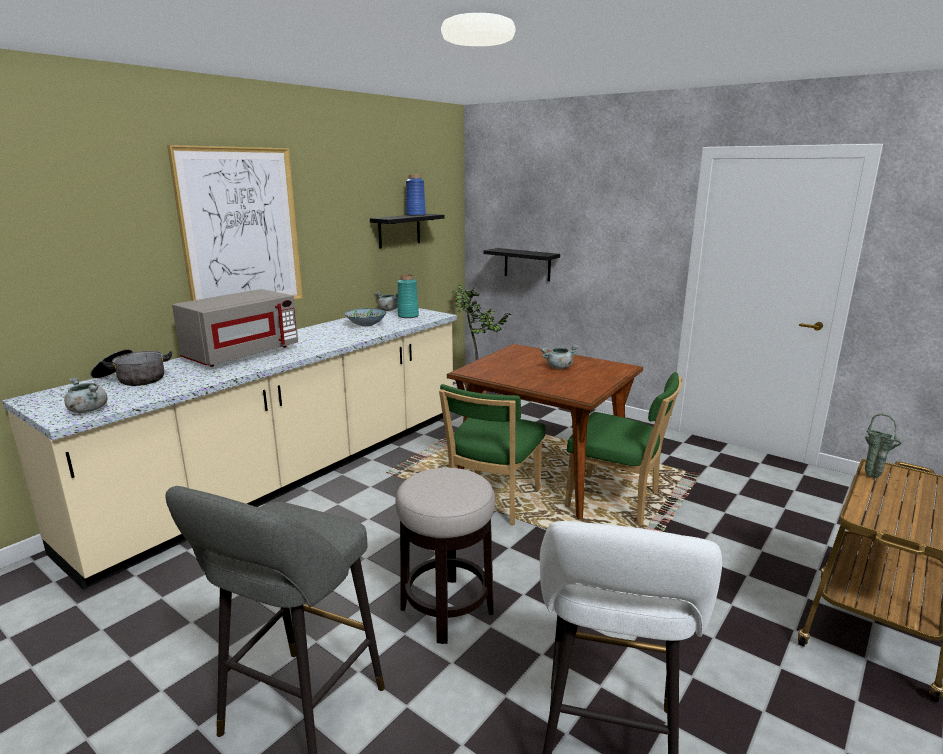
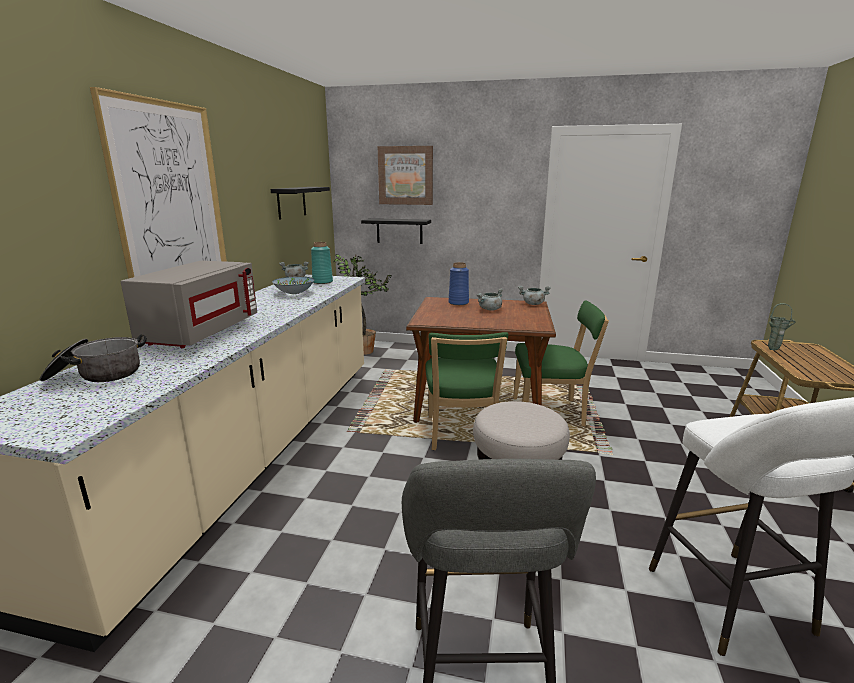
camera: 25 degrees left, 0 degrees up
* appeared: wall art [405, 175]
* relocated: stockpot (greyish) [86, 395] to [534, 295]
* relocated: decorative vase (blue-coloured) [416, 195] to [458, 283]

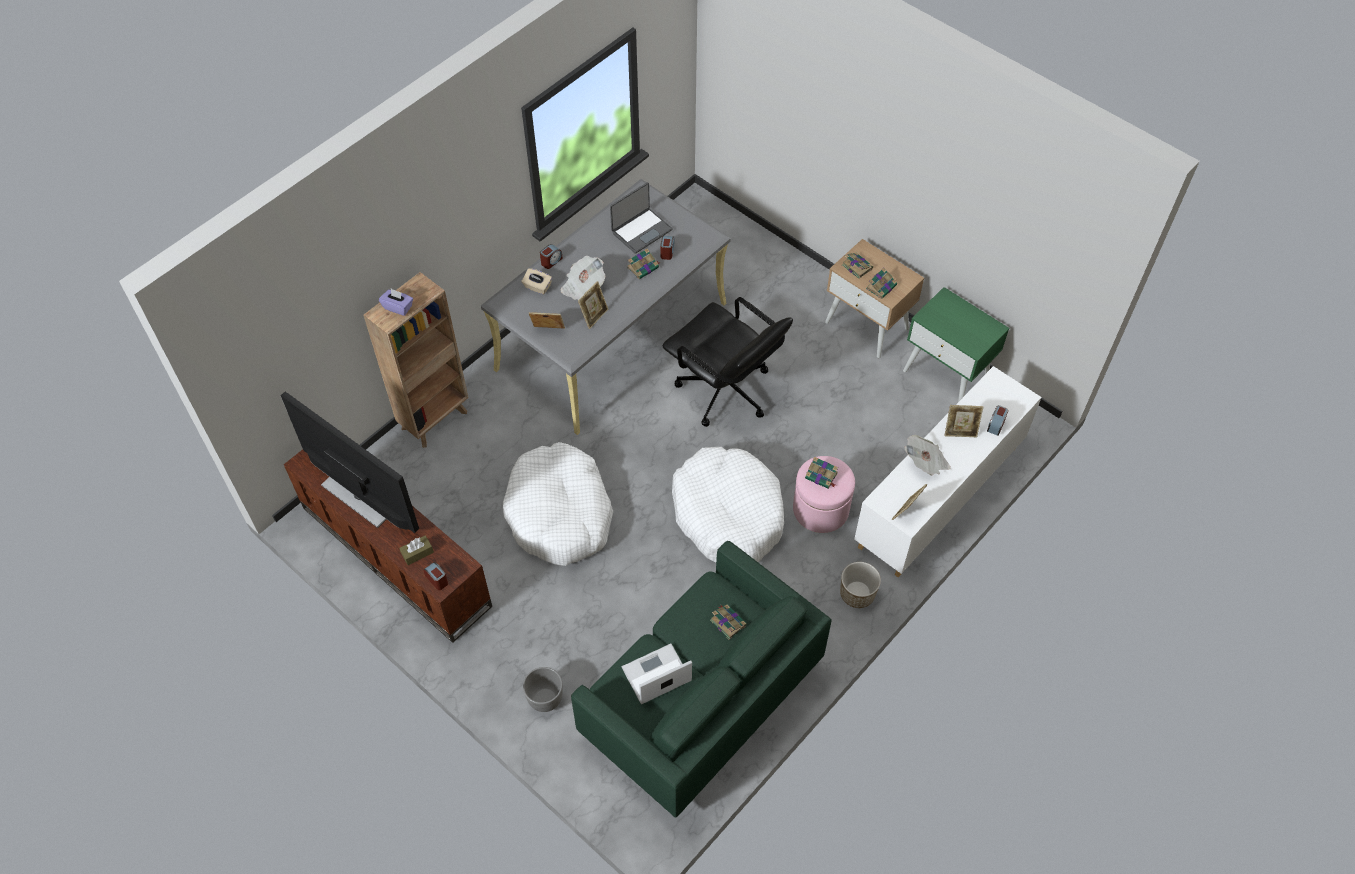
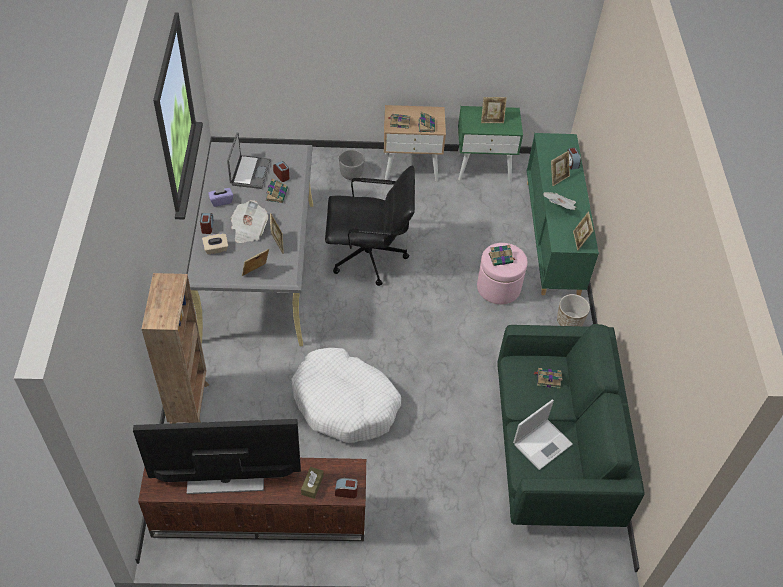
camera: 45 degrees left, 5 degrees down
* missing: dog bed (white-coloured) [728, 504]
* appeared: photo frame [494, 110]
* relocated: tissue box (purplish) [396, 302] to [220, 196]
* relocated: plant pot (greyish) [542, 689] to [352, 165]
* colour: cabinet (white-coloured) [948, 472] to cabinet (green) [563, 214]
* spun: laptop [657, 674] = [543, 434] 150 degrees counterclockwise

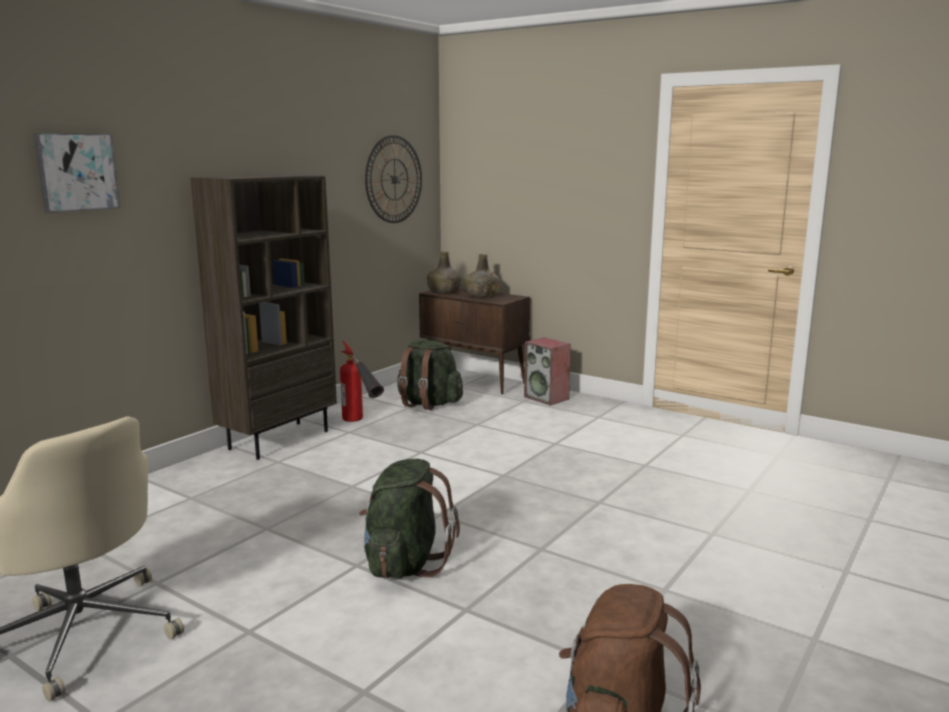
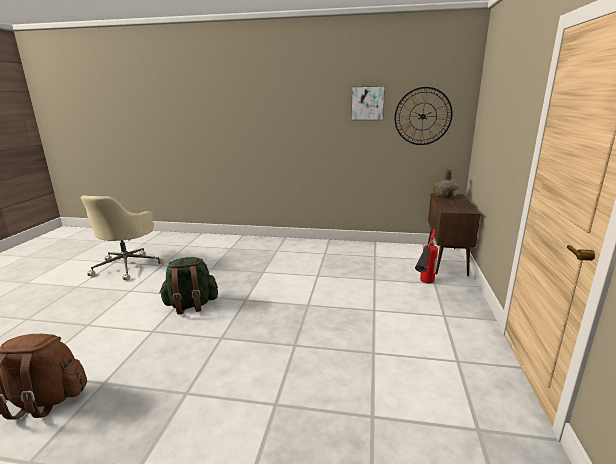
camera: 65 degrees right, 5 degrees up
* missing: bookshelf (brown-coloured) [263, 317]
* missing: backpack (green) [430, 375]
* missing: drink bottle (green) [482, 276]
* missing: audio speaker [547, 371]
* relocated: wall art [77, 173] to [368, 103]
* relocated: fire extinguisher [362, 381] to [426, 256]

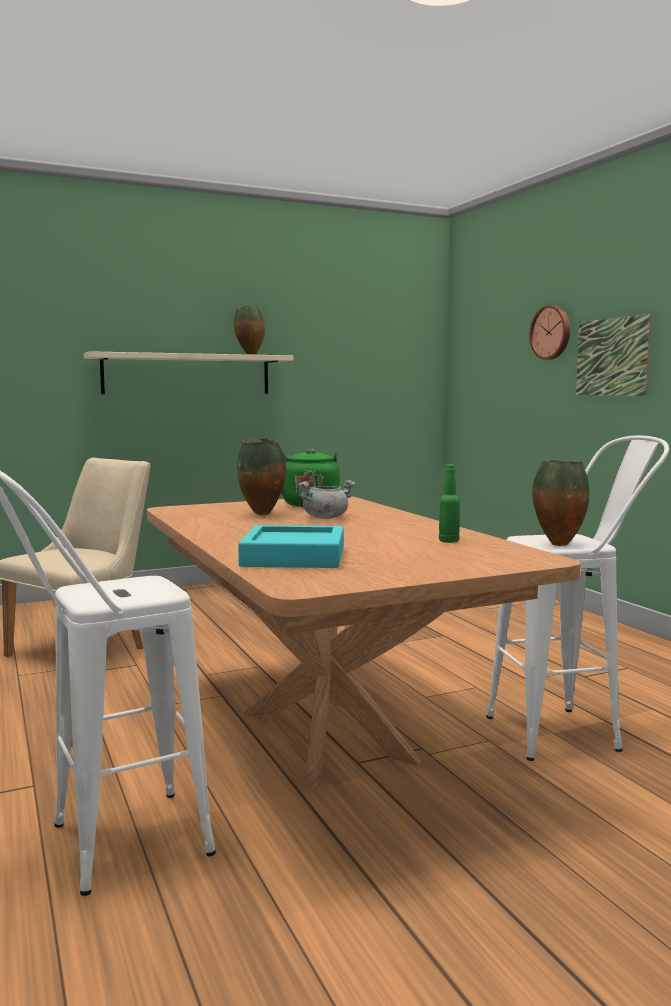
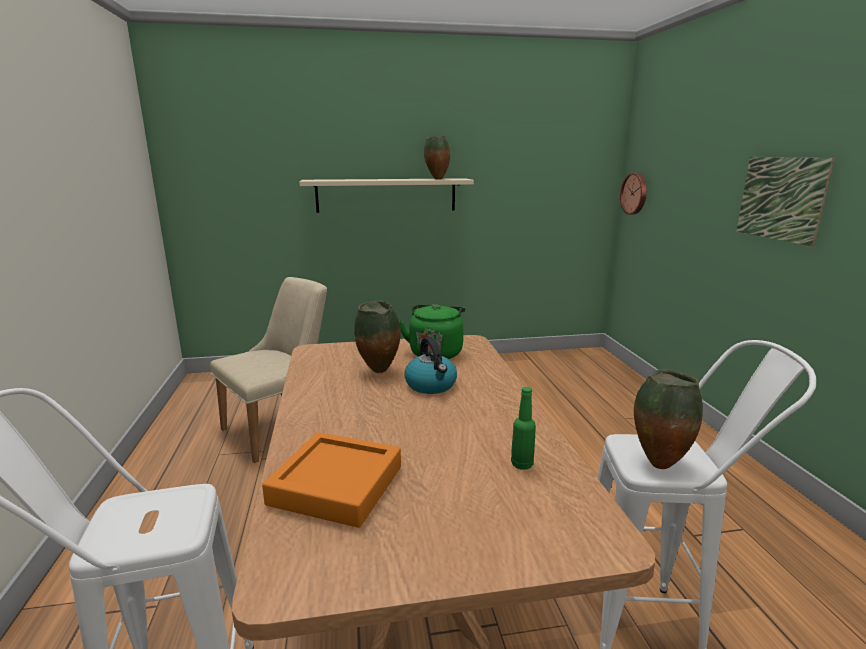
camera: 15 degrees right, 10 degrees up
* relocated: wall clock [550, 332] to [633, 194]
* exchanged: stockpot (greyish) [327, 499] to kettle [430, 365]
* colour: serving tray (blue-green) [291, 546] to serving tray (orangey) [331, 480]

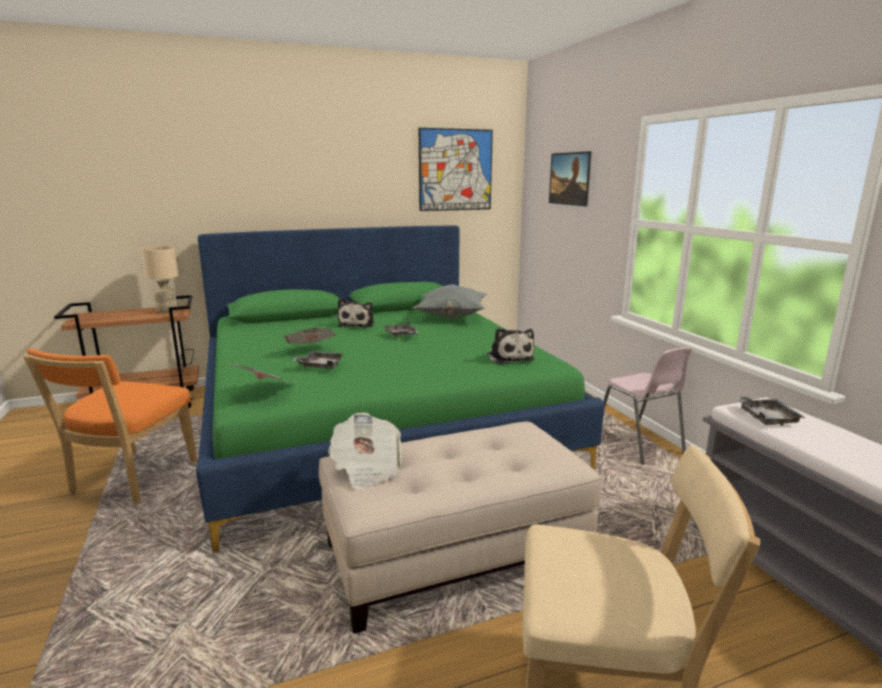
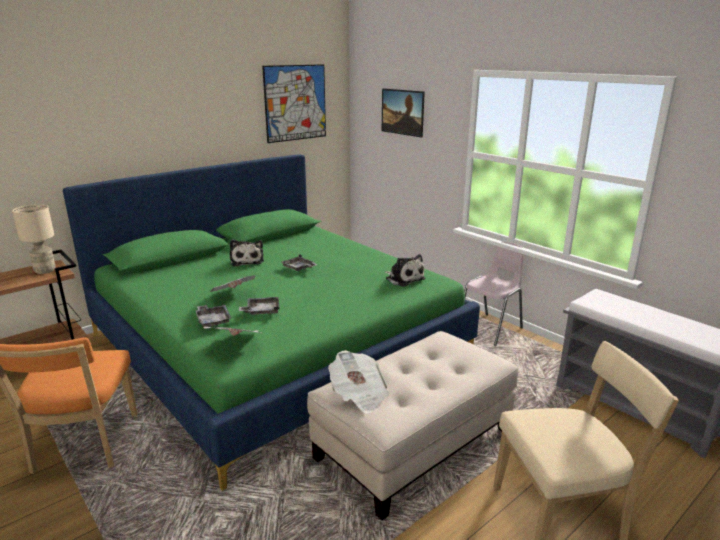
camera: 20 degrees left, 5 degrees up
* missing: pillow (greyish) [449, 301]
* relocated: serving tray (greyish) [770, 411] to [213, 316]
* spun: upright chair (pink) [647, 406] = [493, 294] 90 degrees counterclockwise

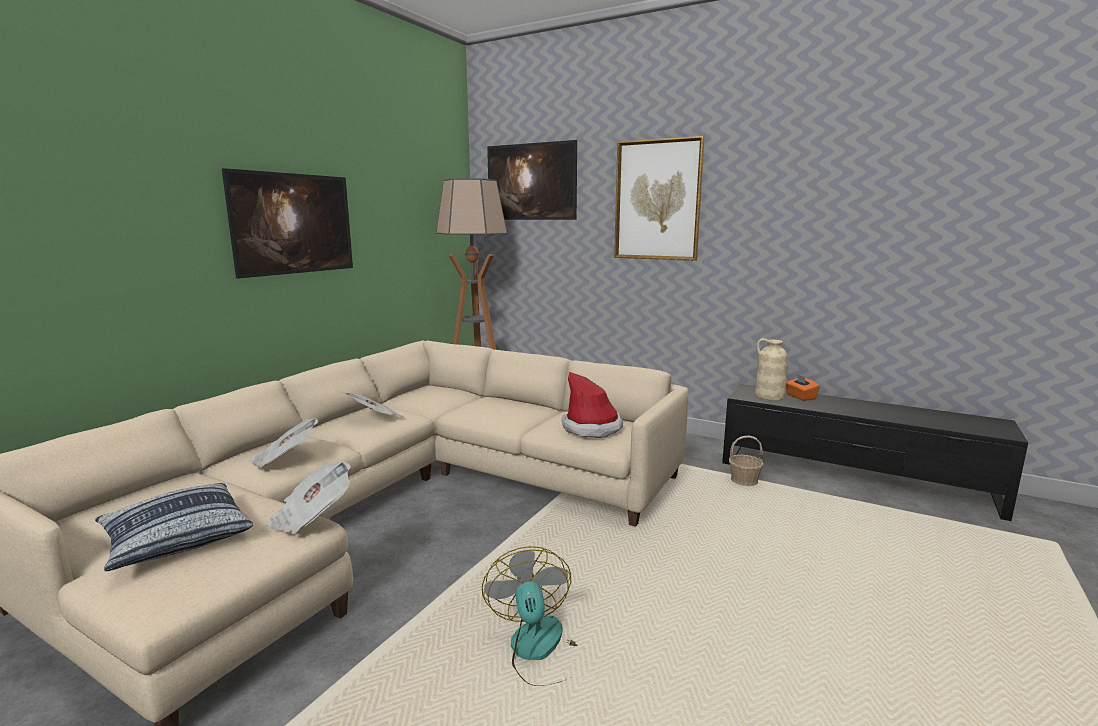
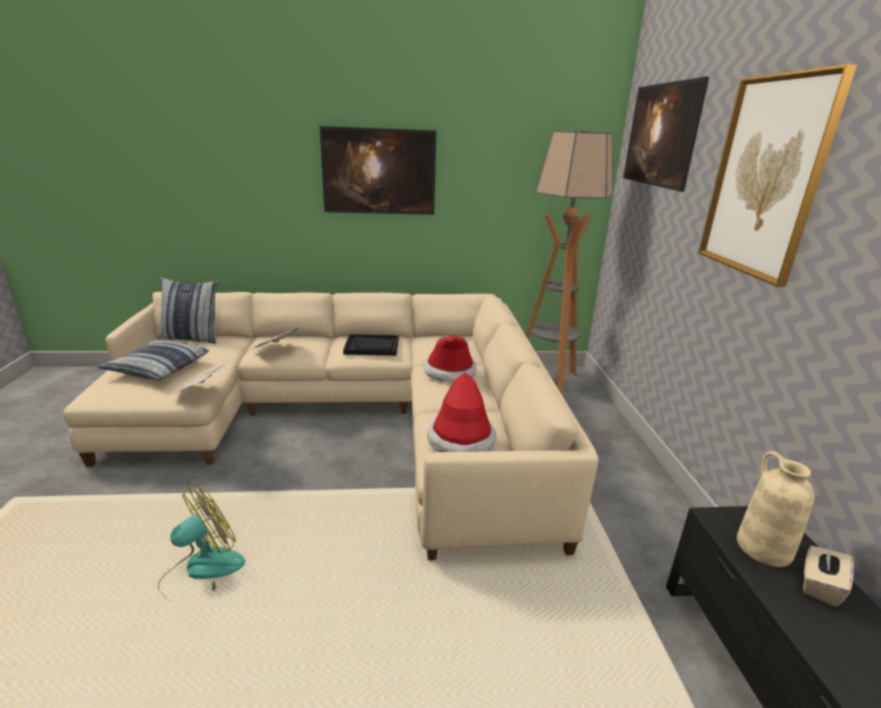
camera: 55 degrees right, 10 degrees up
* missing: household basket [746, 461]
* appeared: pillow [188, 310]
* appeared: clothing hat [450, 359]
* exchanged: daily paper [373, 404] to serving tray (black-coloured) [371, 345]
* colour: tissue box (orangey) [803, 387] to tissue box (sand-coloured) [828, 576]

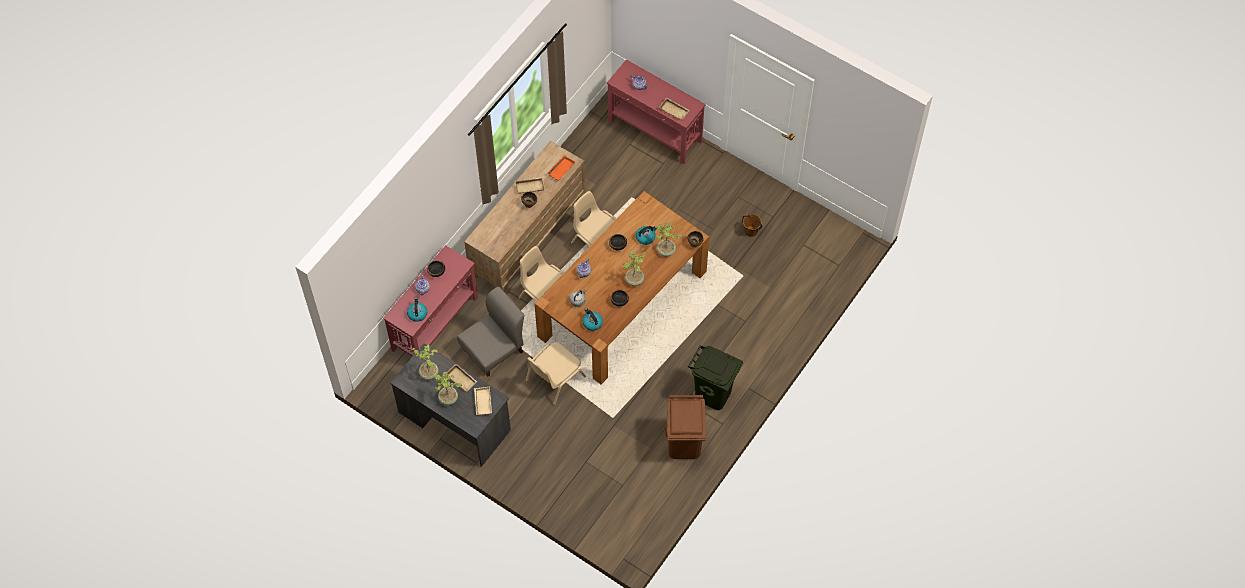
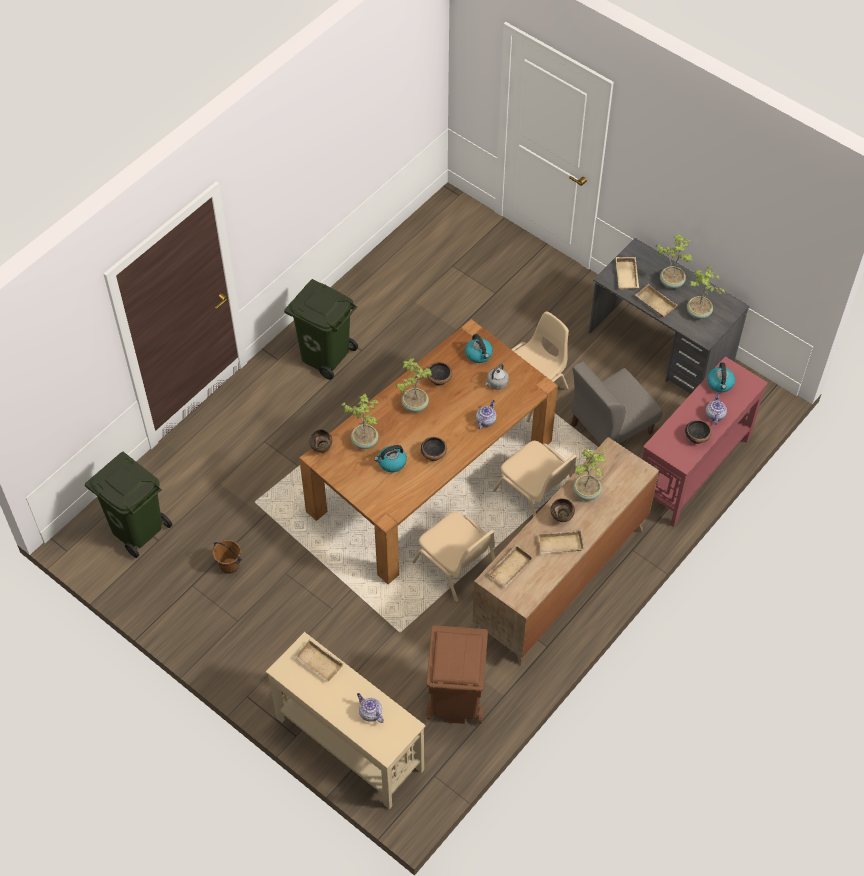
camera: 175 degrees left, 5 degrees down
* appeared: trash can (green) [128, 504]
* appeared: houseplant [590, 474]
* relocated: trash can (brown-coloured) [685, 427] to [457, 674]
* colour: serving tray (orangey) [561, 168] to serving tray (sand-coloured) [511, 565]
* colour: console table (red-coloured) [656, 112] to console table (sand-coloured) [346, 720]

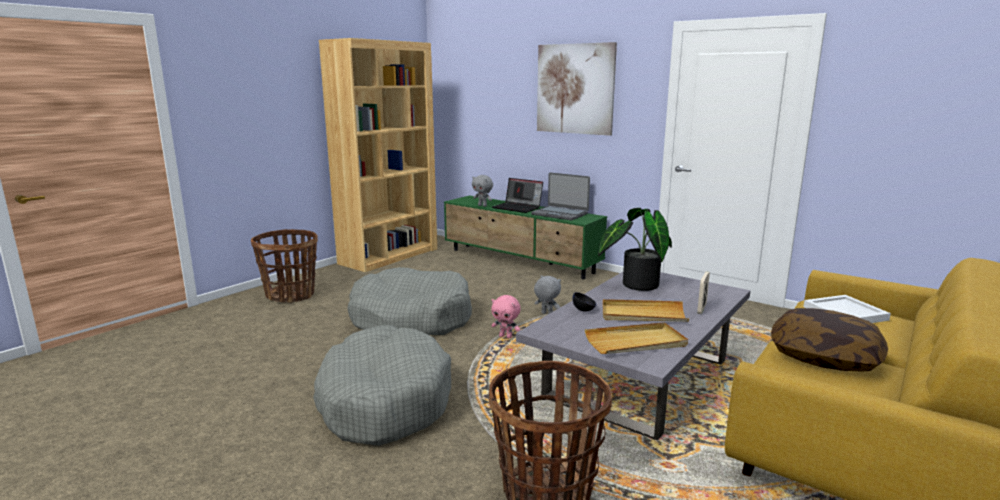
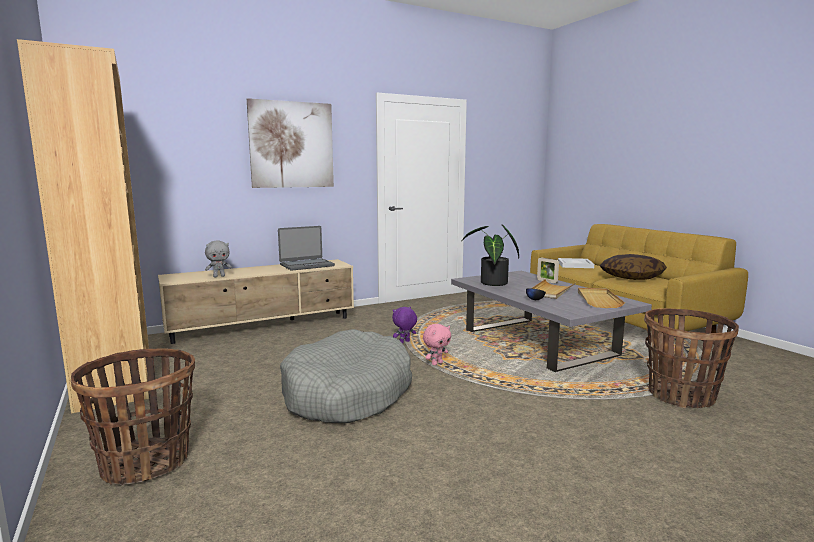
camera: 65 degrees left, 5 degrees down
* missing: dog bed (greyish) [382, 385]
* missing: laptop [517, 195]
* colour: tv stand (green) [525, 237] to tv stand (sand-coloured) [256, 301]
* colour: plush toy (greyish) [547, 294] to plush toy (purplish) [404, 325]

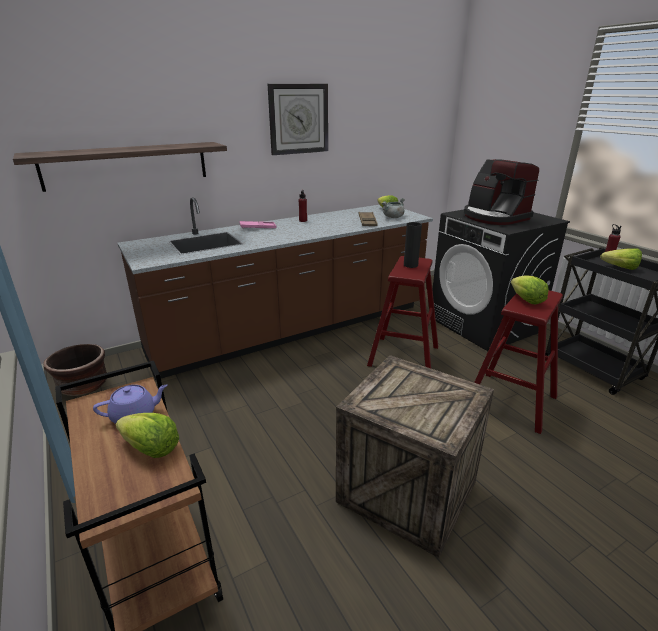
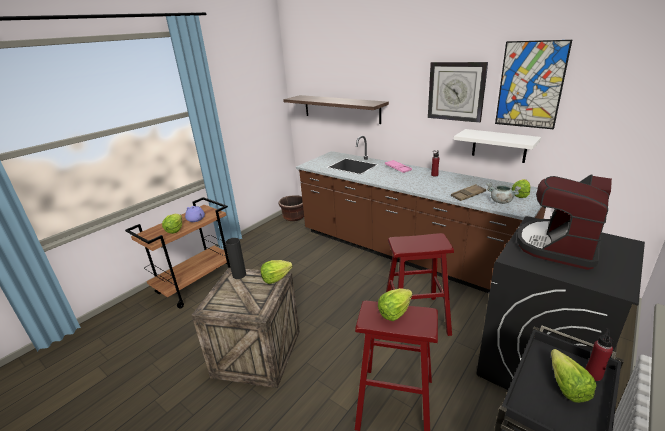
camera: 70 degrees right, 0 degrees up
* appeared: lettuce [277, 272]
* appeared: bracket shelf (white-coloured) [497, 146]
* appeared: wall art [533, 84]
* relocated: decorative vase (black-coloured) [413, 245] to [235, 258]

